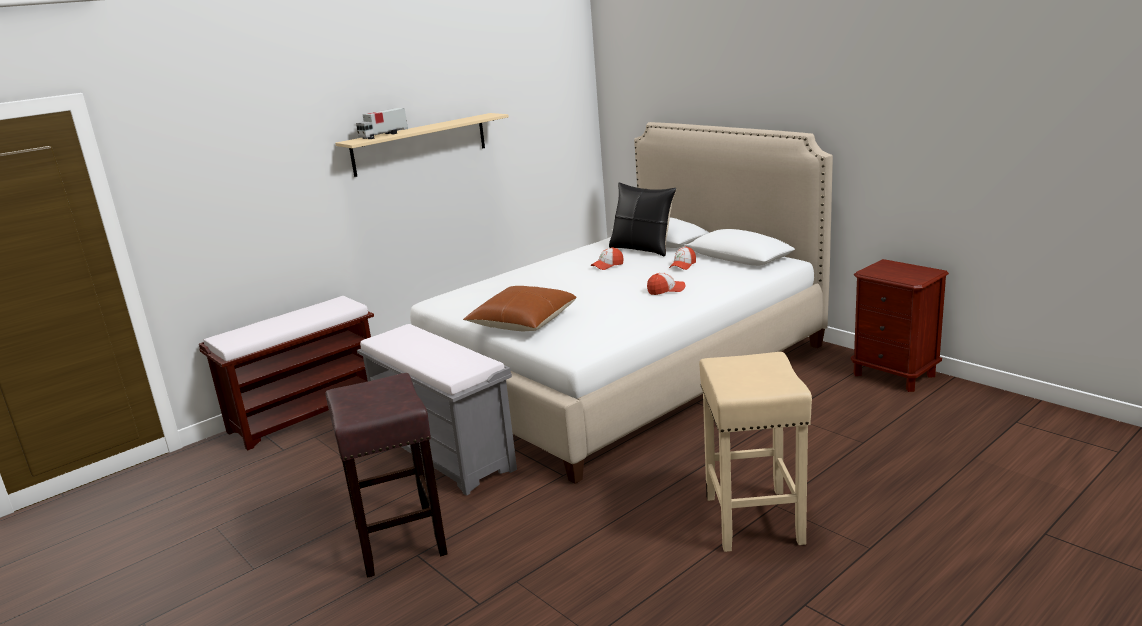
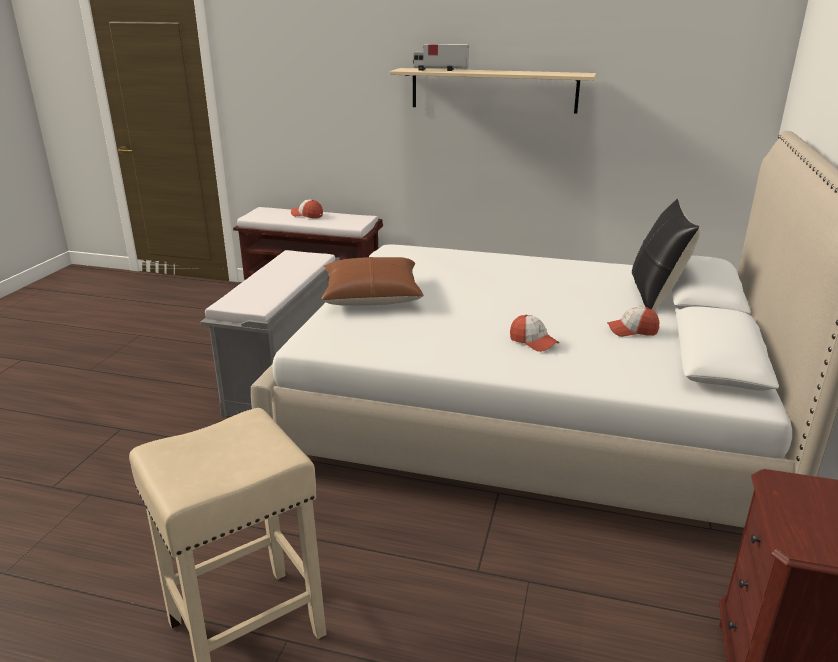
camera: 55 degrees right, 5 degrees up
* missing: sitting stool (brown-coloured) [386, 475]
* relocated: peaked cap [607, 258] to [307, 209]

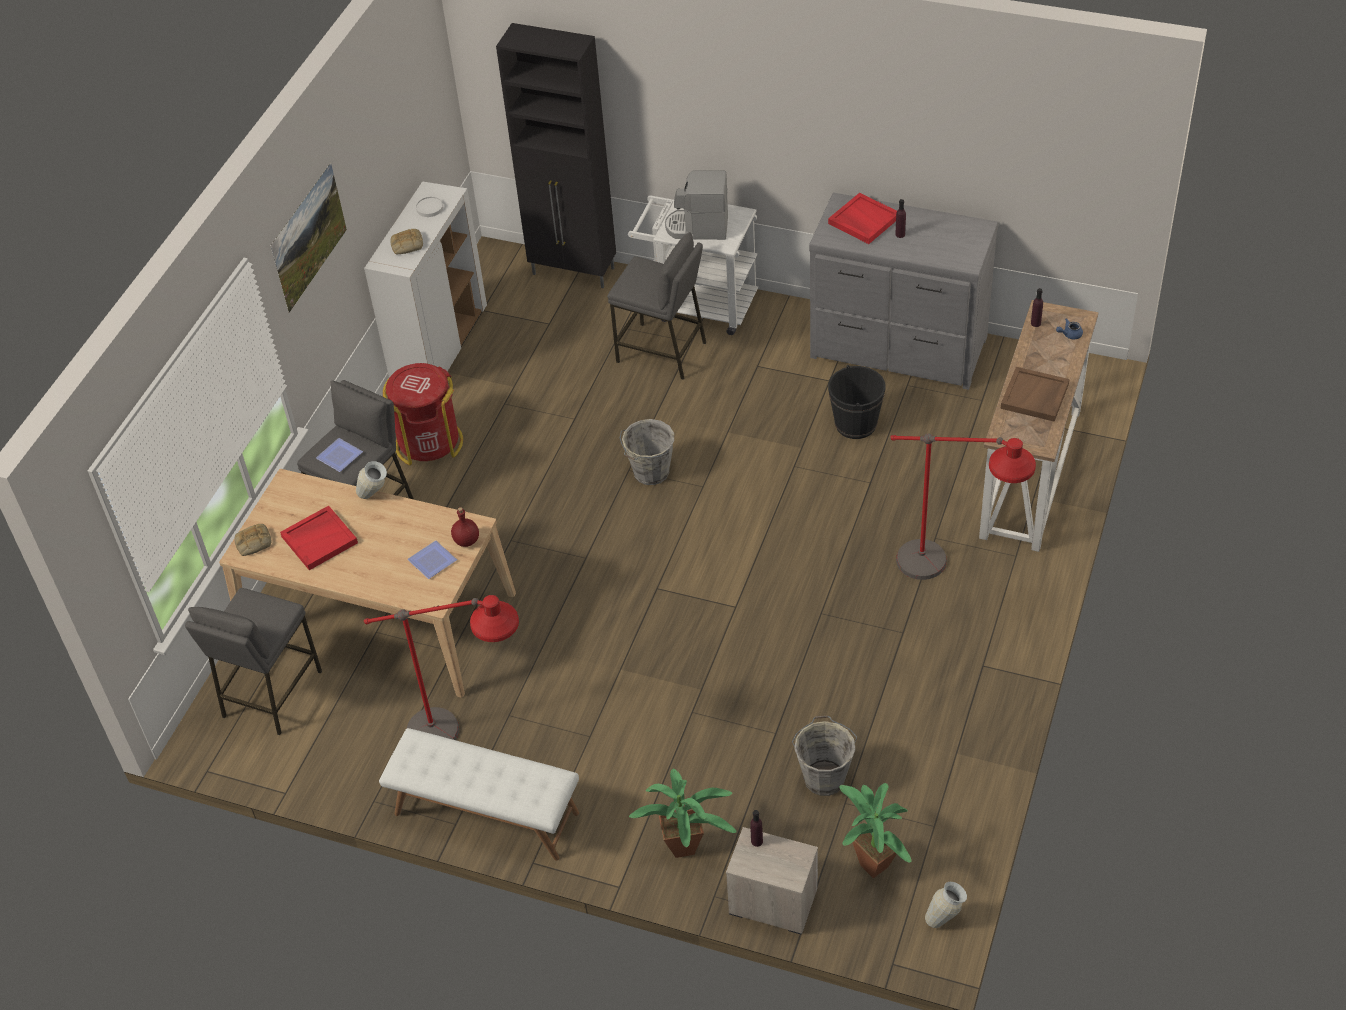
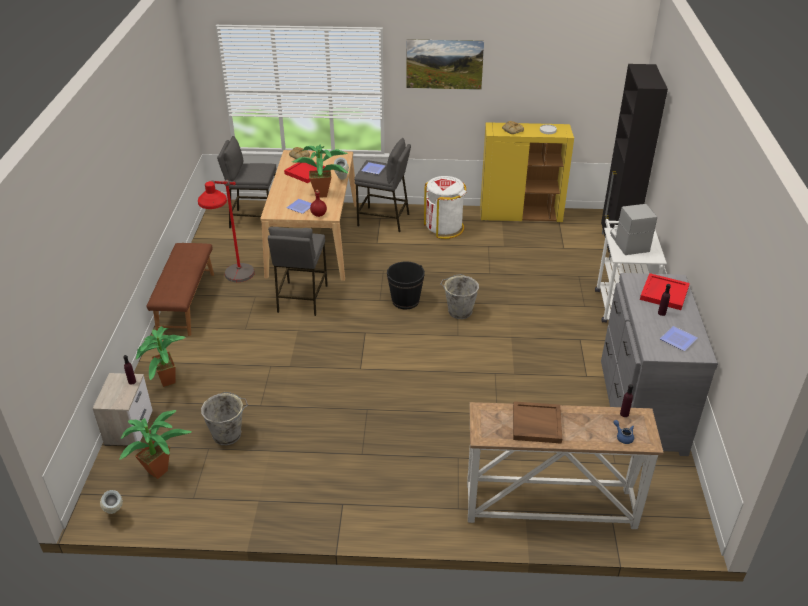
camera: 70 degrees right, 10 degrees down
* missing: standard lamp (red-coloured) [963, 506]
* appeared: houseplant [320, 171]
* appeared: flat dish [679, 338]
* relocated: sitting stool (greyish) [657, 306] to [298, 271]
* relocated: bucket (black-coloured) [857, 402] to [406, 285]
* colour: cabinet (white-coloured) [425, 279] to cabinet (yellowish) [527, 172]
* colour: indoor bench (white-coloured) [479, 794] to indoor bench (brown-coloured) [180, 289]
* colour: trash can (red-coloured) [423, 414] to trash can (white-coloured) [445, 207]

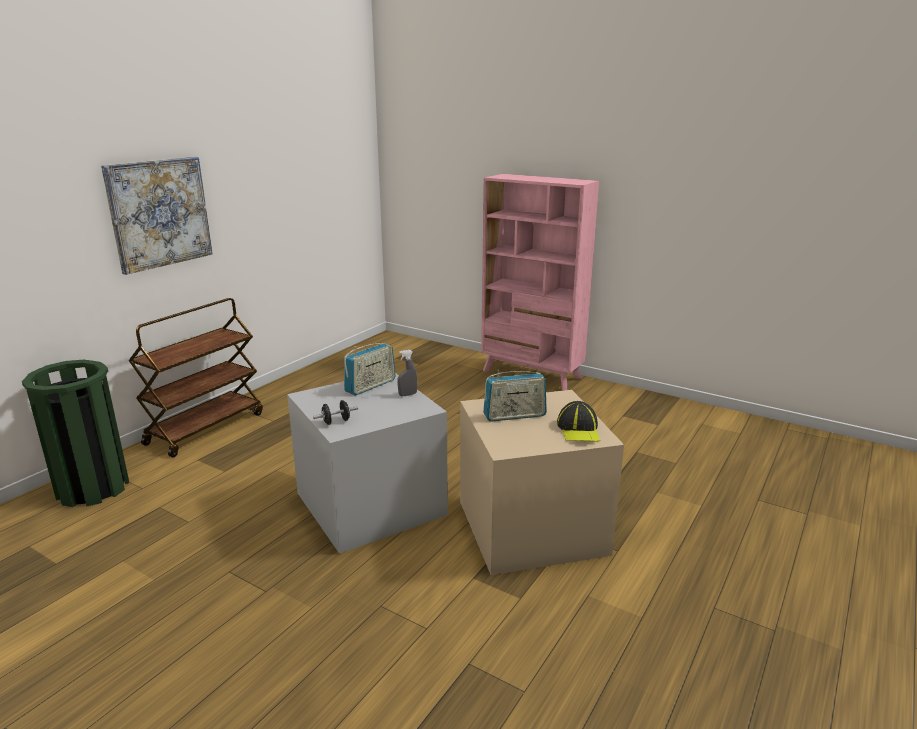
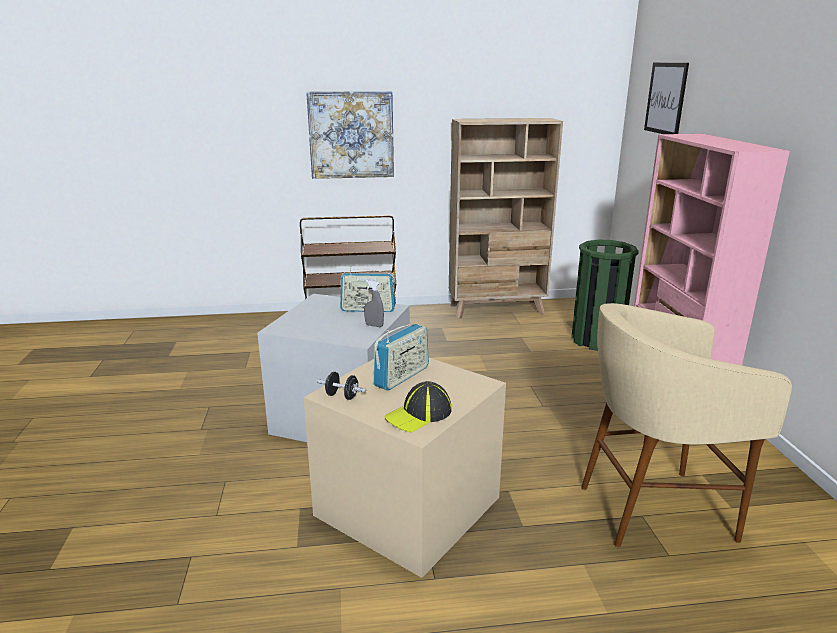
camera: 50 degrees right, 0 degrees up
* appeared: bookshelf (sand-coloured) [506, 218]
* appeared: sitting stool (sand-coloured) [686, 425]
* appeared: wall art [666, 98]
* relocated: trash can (green) [75, 433] to [605, 295]
* relocated: free weight (black-coloured) [335, 412] to [341, 386]
* spun: radio receiver [515, 395] = [401, 357] 90 degrees counterclockwise

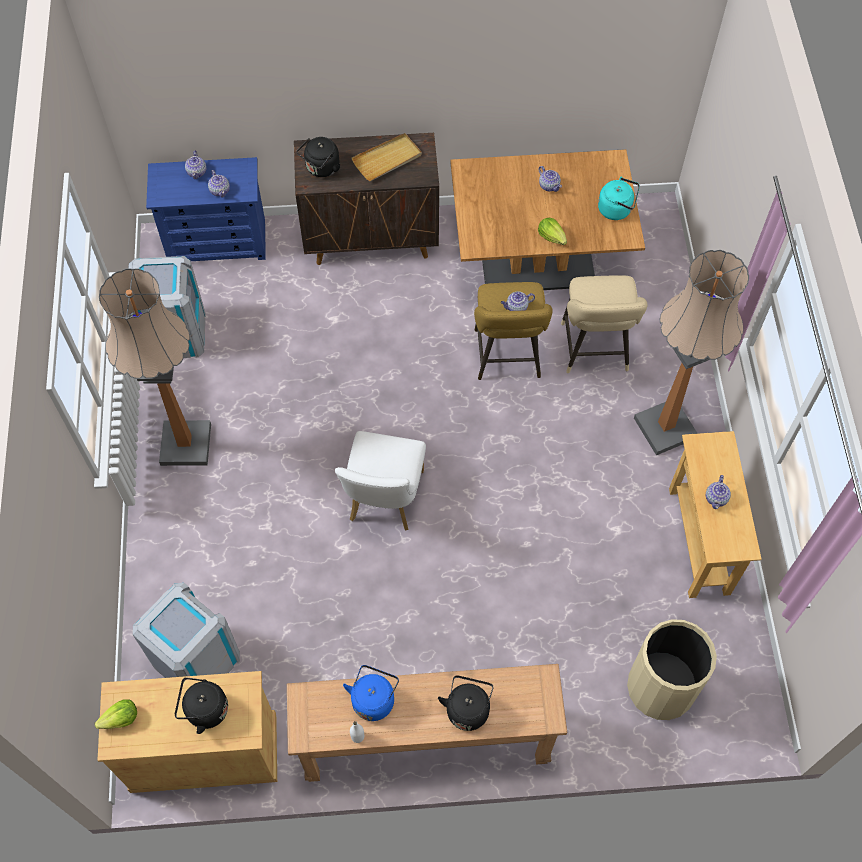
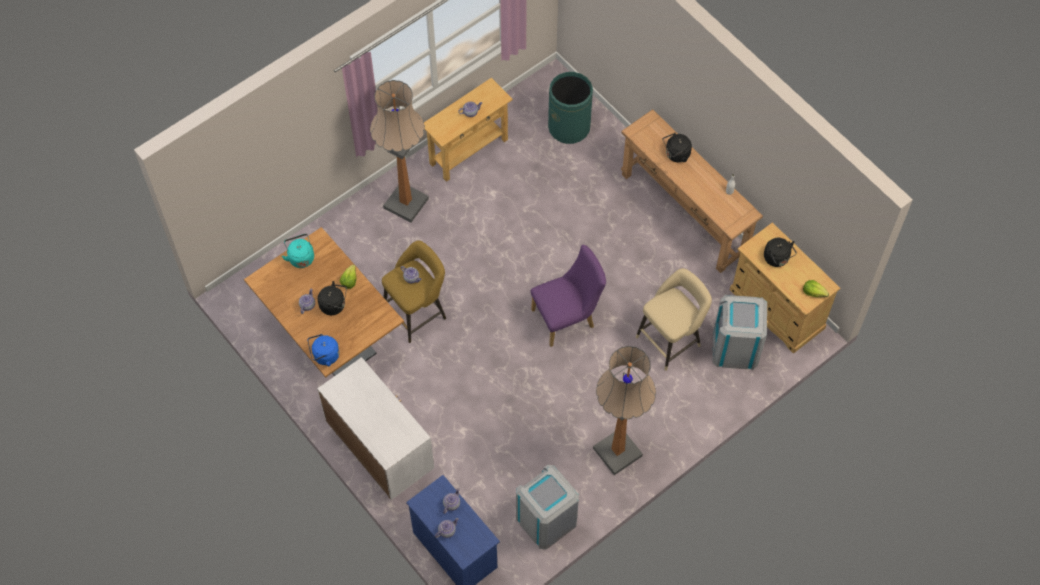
camera: 125 degrees left, 0 degrees up
* missing: serving tray (sand-coloured) [387, 157]
* relocated: kettle (black-coloured) [319, 157] to [332, 298]
* relocated: kettle (blue-coloured) [371, 693] to [324, 350]
* relocated: sitting stool (sand-coloured) [604, 324] to [674, 319]
* colour: cabinet (brown-coloured) [366, 199] to cabinet (white-coloured) [375, 428]
* colour: upright chair (white-coloured) [380, 481] to upright chair (purplish) [568, 296]
* colour: trash can (sand-coloured) [672, 669] to trash can (green) [570, 108]

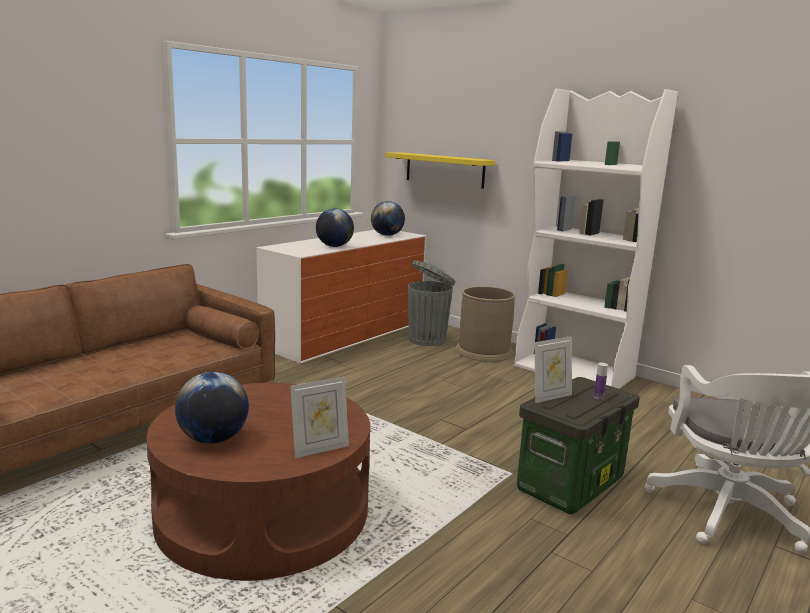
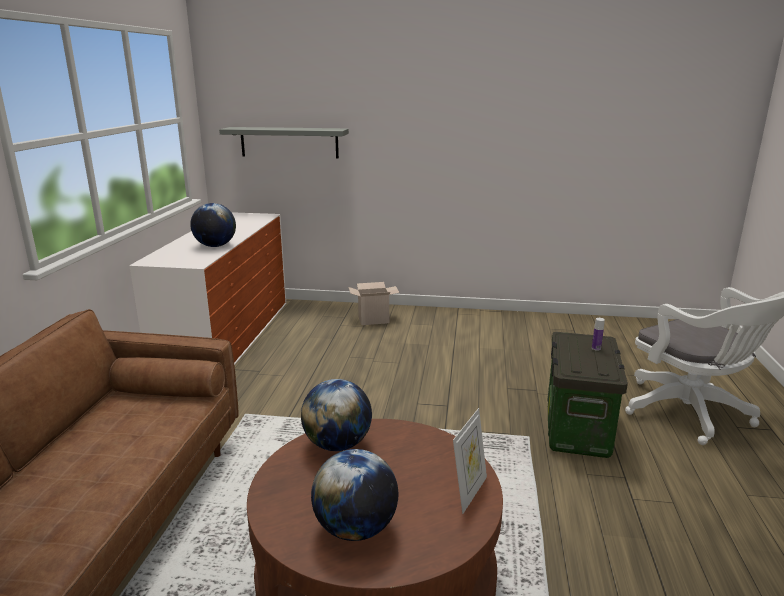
camera: 30 degrees left, 5 degrees up
* missing: trash can (greyish) [432, 303]
* missing: bookshelf (white-coloured) [596, 239]
* missing: photo frame [553, 369]
* relocated: globe [388, 218] to [336, 415]
* exchanged: trash can (brown-coloured) [485, 324] to carton [374, 303]
* colour: bracket shelf (yellowish) [440, 170] to bracket shelf (greyish) [284, 142]

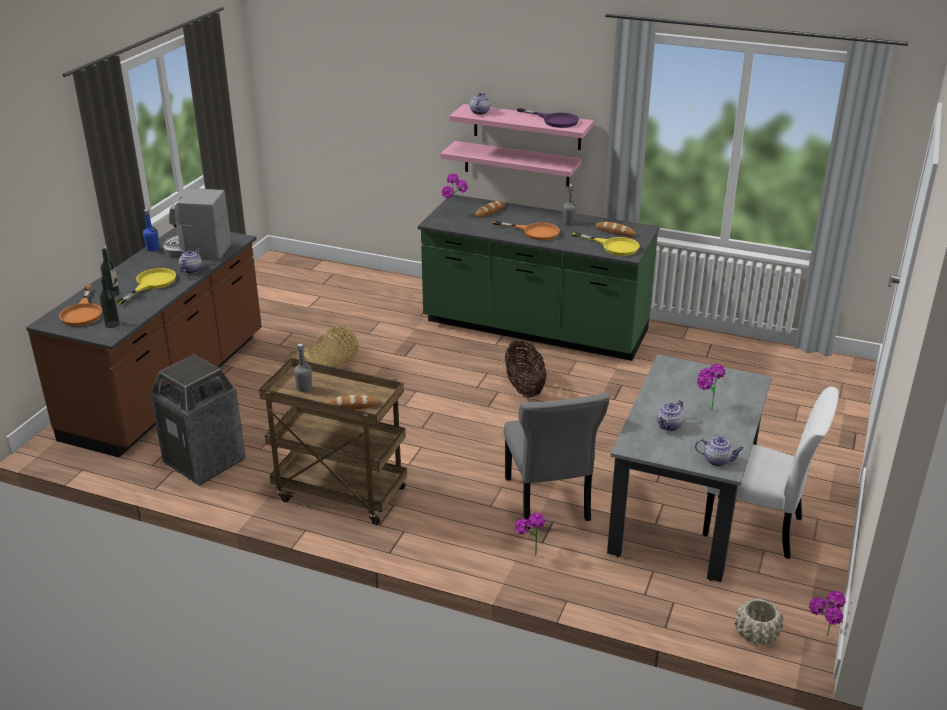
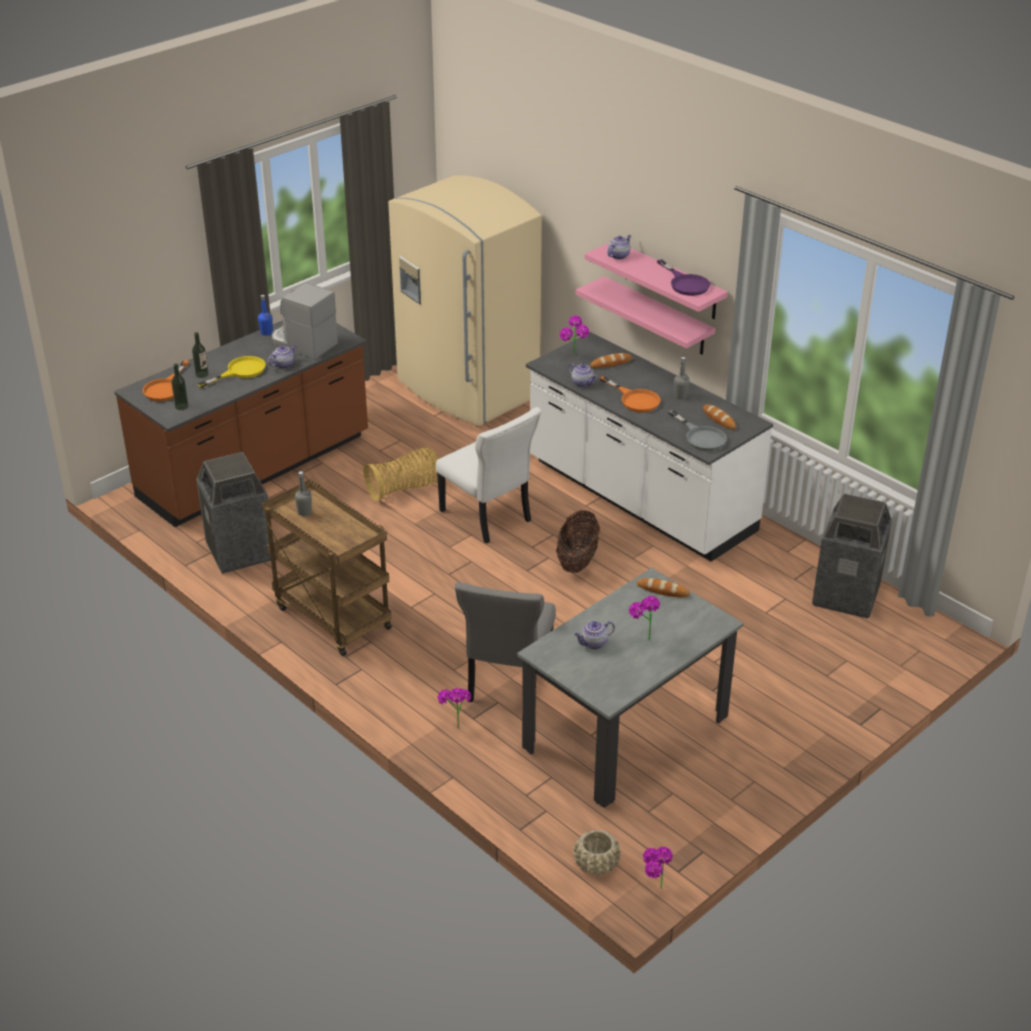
camera: 25 degrees right, 5 degrees up
* appeared: kitchen fridge (sand-coloured) [465, 300]
* appeared: trash can [852, 556]
* relocated: bakery bread [353, 402] to [663, 587]
* relocated: tea pot [719, 451] to [582, 375]
* relocated: upright chair (white-coloured) [771, 473] to [488, 475]
* colour: kitchen base unit (green) [539, 277] to kitchen base unit (white-coloured) [649, 447]
* colour: frying pan (yellowish) [606, 244] to frying pan (greyish) [697, 430]

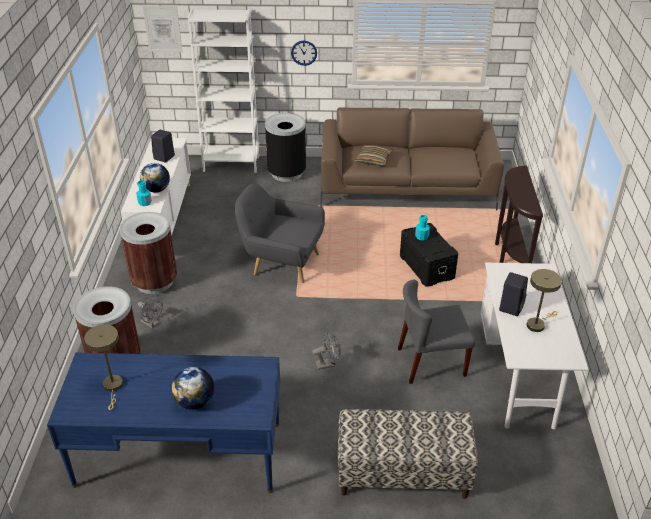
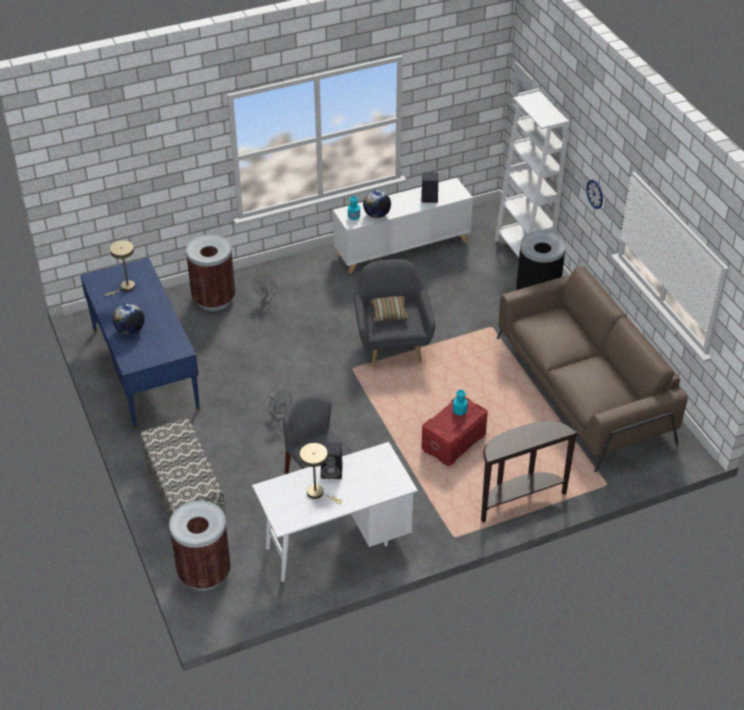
camera: 65 degrees right, 5 degrees up
* relocated: trash can (brown-coloured) [148, 253] to [200, 546]
* relocated: pillow [373, 155] to [389, 309]
* colour: storage container (black-coloured) [429, 255] to storage container (red-coloured) [454, 431]

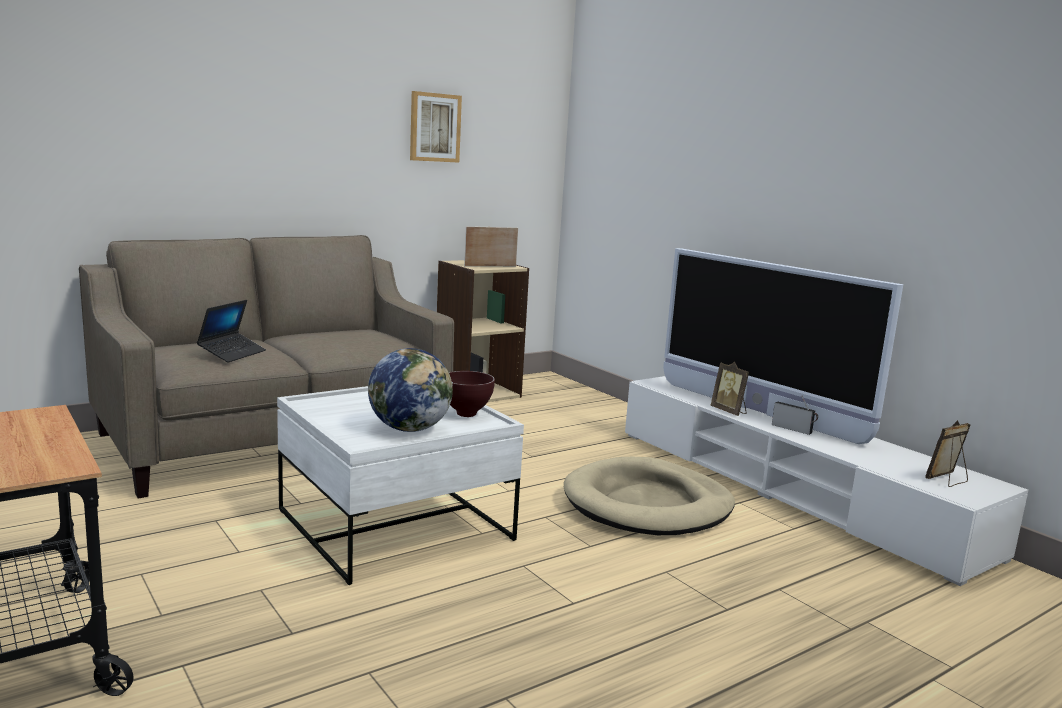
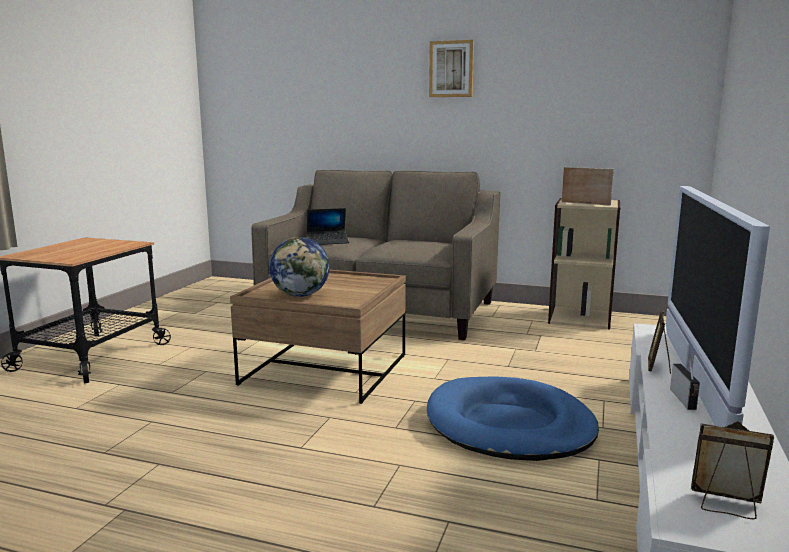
camera: 55 degrees right, 0 degrees up
* missing: deep dish (brown-coloured) [472, 394]
* relocated: wall art [436, 127] to [451, 68]
* colour: coffee table (white-coloured) [400, 485] to coffee table (brown-coloured) [318, 337]
* colour: dog bed (sand-coloured) [649, 496] to dog bed (blue-coloured) [513, 418]

